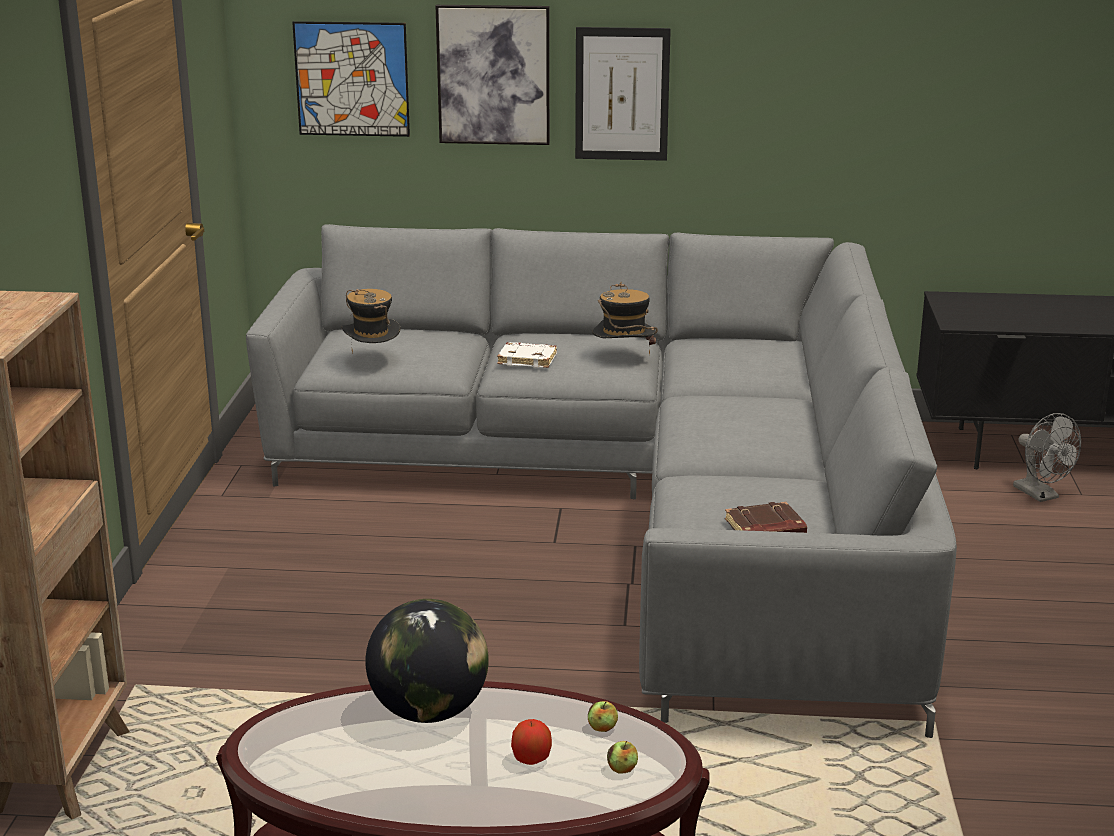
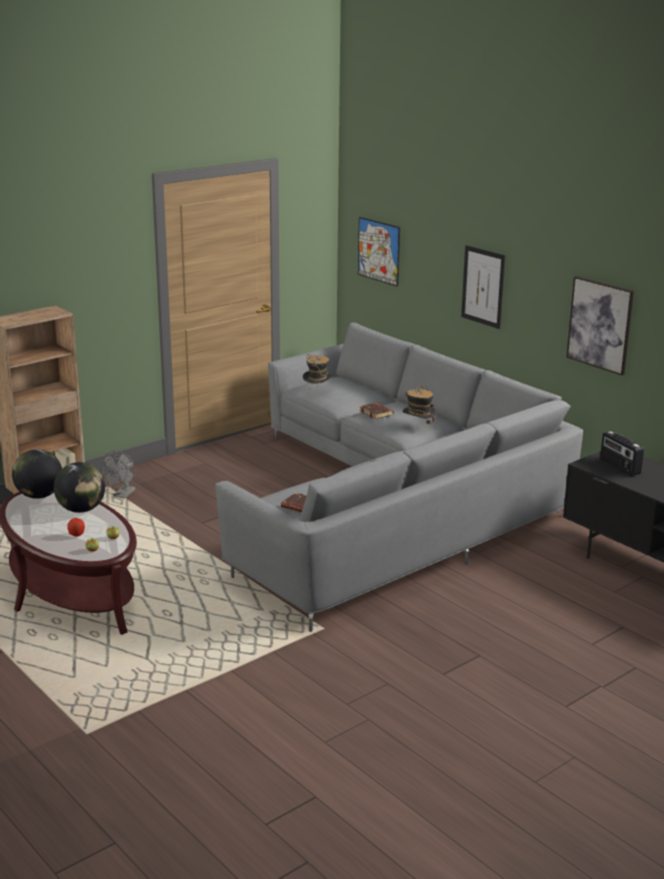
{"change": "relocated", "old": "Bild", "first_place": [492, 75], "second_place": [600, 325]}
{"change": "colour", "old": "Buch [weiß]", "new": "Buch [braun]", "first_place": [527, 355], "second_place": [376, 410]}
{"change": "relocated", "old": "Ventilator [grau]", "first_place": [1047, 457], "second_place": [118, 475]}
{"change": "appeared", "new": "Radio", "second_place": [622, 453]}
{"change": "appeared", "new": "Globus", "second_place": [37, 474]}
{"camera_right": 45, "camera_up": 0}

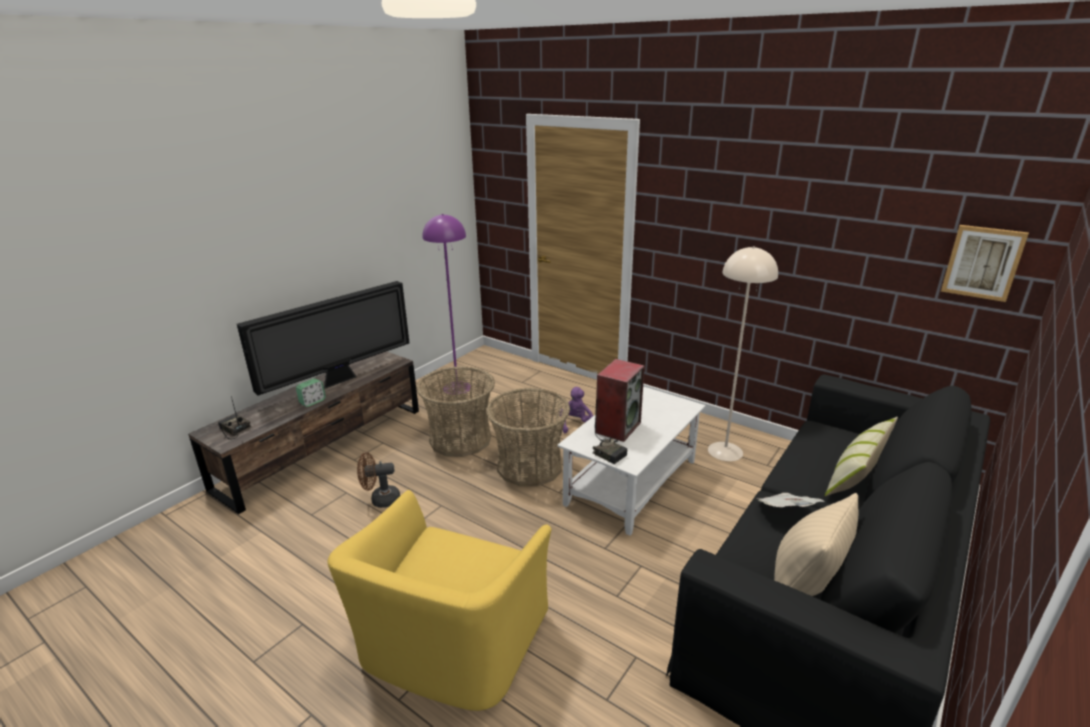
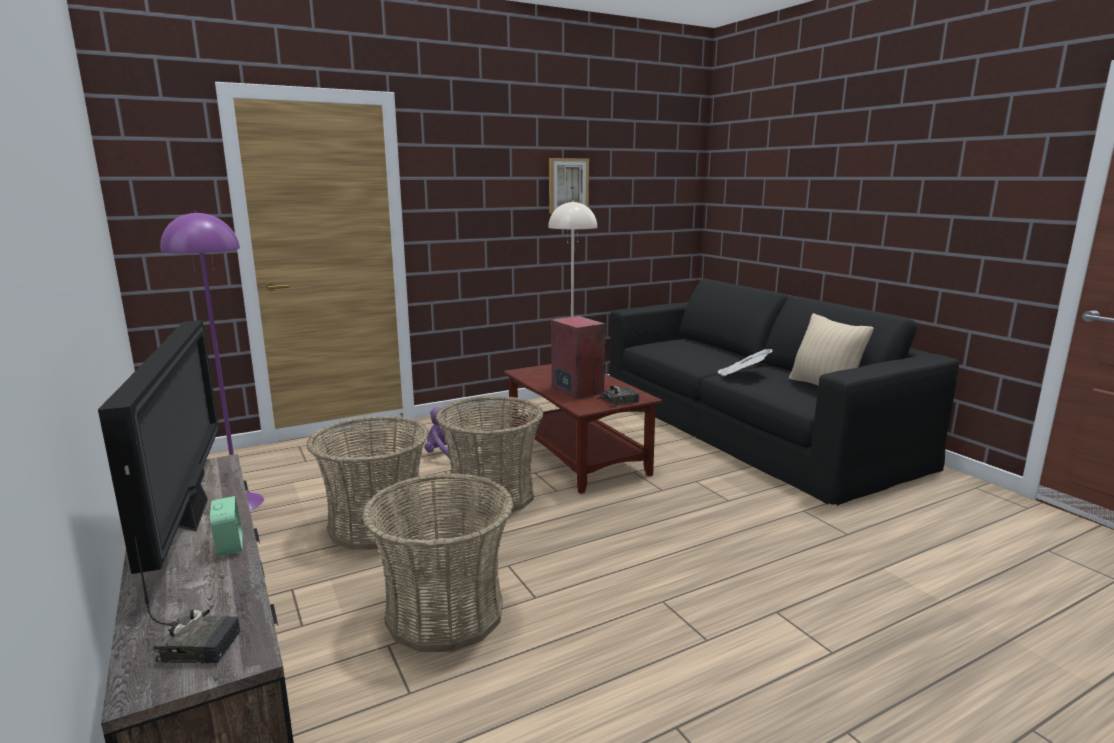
{"change": "relocated", "old": "Bild", "first_place": [985, 263], "second_place": [569, 186]}
{"change": "colour", "old": "Couchtisch [weiß]", "new": "Couchtisch [braun]", "first_place": [631, 461], "second_place": [582, 429]}
{"change": "spun", "old": "Radio", "first_place": [235, 418], "second_place": [187, 600], "degrees": -150}
{"change": "missing", "old": "Kissen", "first_place": [861, 456]}
{"change": "exchanged", "old": "Ventilator [braun]", "new": "Korb", "first_place": [378, 480], "second_place": [438, 562]}
{"change": "missing", "old": "Sessel [gelb]", "first_place": [439, 600]}
{"camera_right": -65, "camera_up": -10}

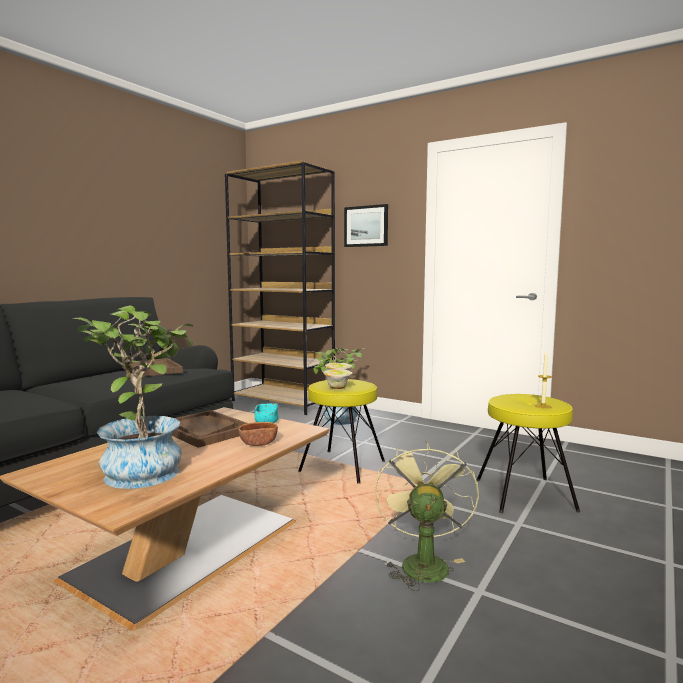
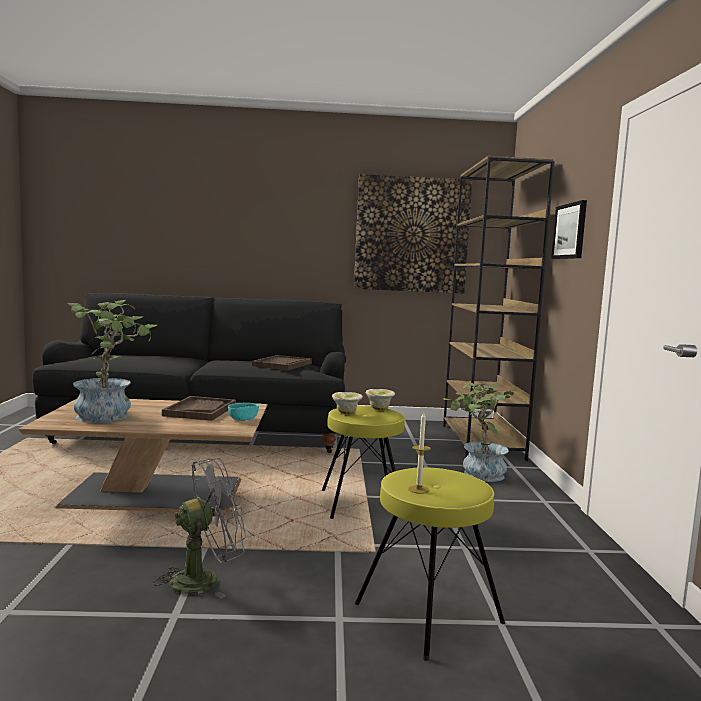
{"change": "missing", "old": "Schüssel [braun]", "first_place": [258, 434]}
{"change": "colour", "old": "Ventilator [grün]", "new": "Ventilator [grau]", "first_place": [426, 515], "second_place": [199, 528]}
{"change": "appeared", "new": "Bild", "second_place": [413, 234]}
{"camera_right": 55, "camera_up": 0}

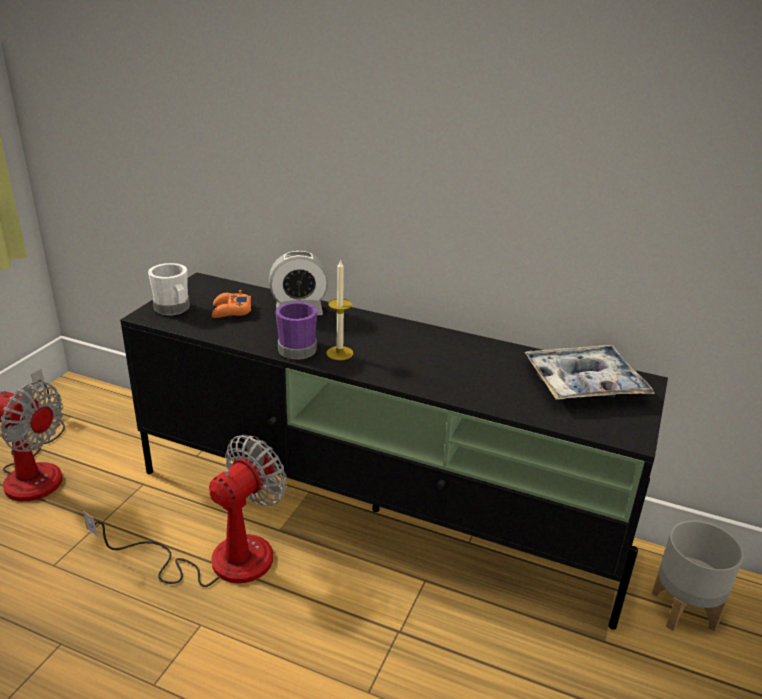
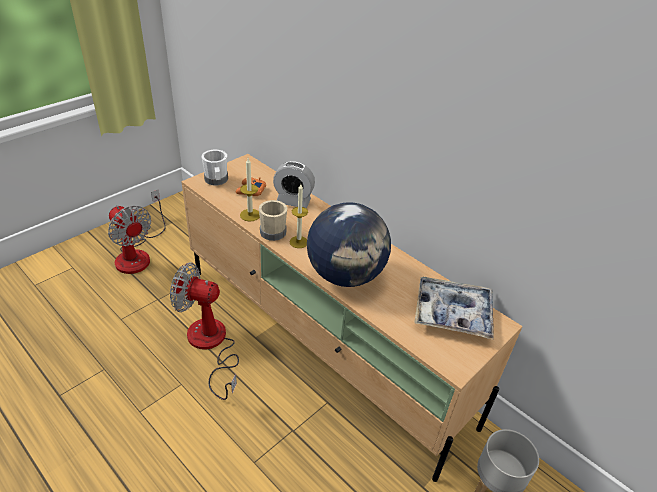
{"change": "colour", "old": "Fernsehschrank [schwarz]", "new": "Fernsehschrank [beige]", "first_place": [394, 451], "second_place": [352, 318]}
{"change": "colour", "old": "Henkelbecher [lila]", "new": "Henkelbecher [beige]", "first_place": [296, 331], "second_place": [273, 220]}
{"change": "spun", "old": "Ventilator", "first_place": [185, 511], "second_place": [204, 331], "degrees": -135}
{"change": "appeared", "new": "Kerze", "second_place": [250, 190]}
{"change": "appeared", "new": "Globus", "second_place": [349, 244]}
{"camera_right": 20, "camera_up": 10}

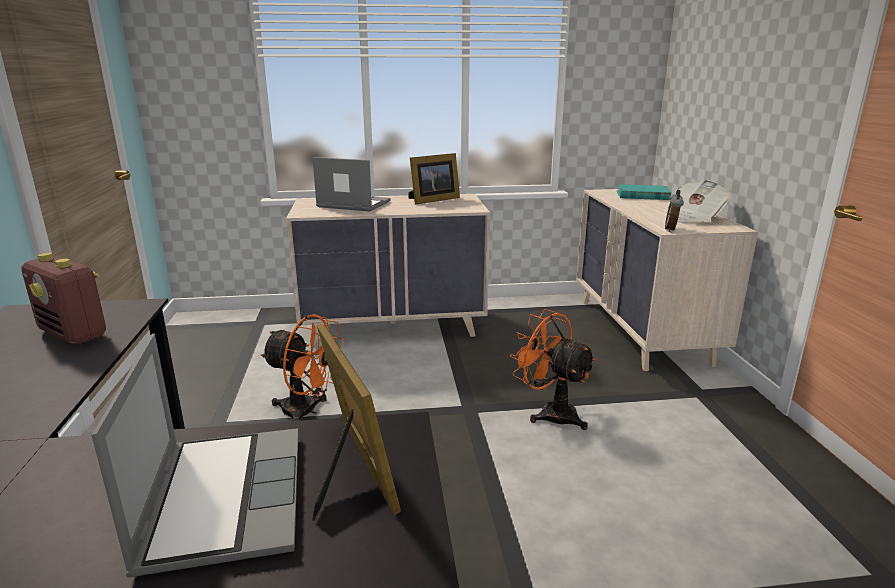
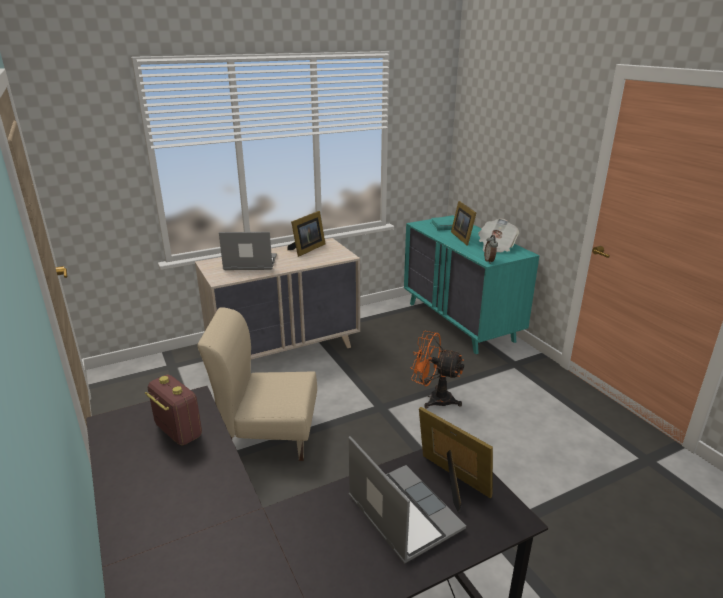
{"change": "colour", "old": "Kommode [beige]", "new": "Kommode [türkis]", "first_place": [667, 280], "second_place": [472, 284]}
{"change": "spun", "old": "Radio", "first_place": [63, 298], "second_place": [173, 410], "degrees": -150}
{"change": "exchanged", "old": "Ventilator [orange]", "new": "Stuhl [beige]", "first_place": [302, 367], "second_place": [257, 384]}
{"change": "appeared", "new": "Bilderrahmen", "second_place": [463, 223]}
{"camera_right": -20, "camera_up": 5}

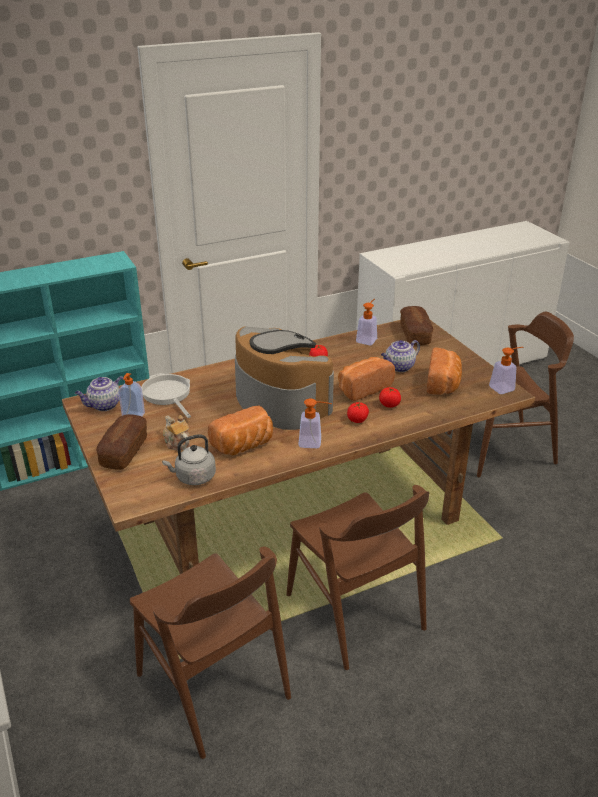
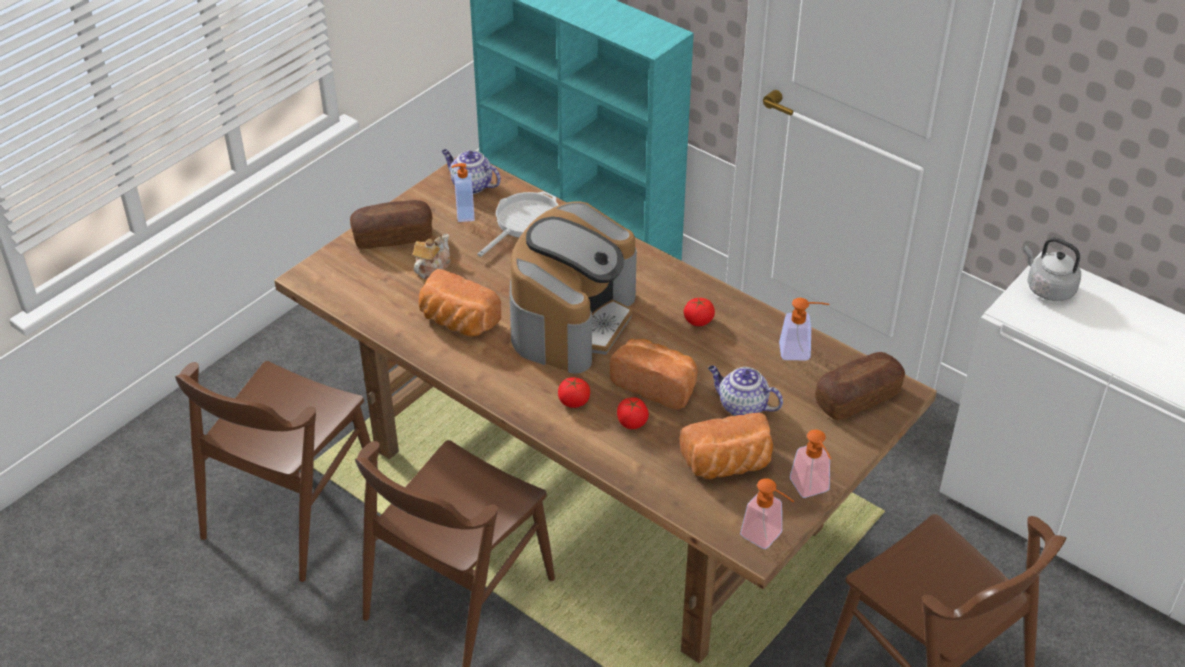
{"change": "relocated", "old": "Seifenspender", "first_place": [315, 423], "second_place": [810, 464]}
{"change": "relocated", "old": "Wasserkessel [grau]", "first_place": [189, 459], "second_place": [1052, 269]}
{"camera_right": 65, "camera_up": 10}

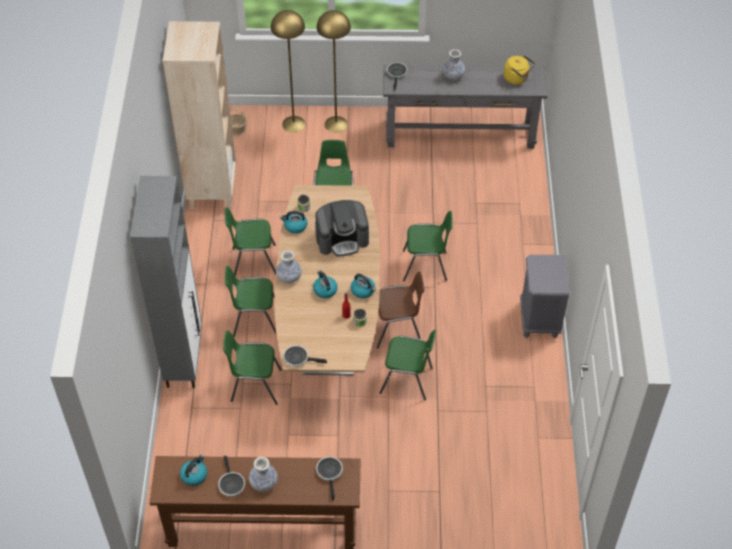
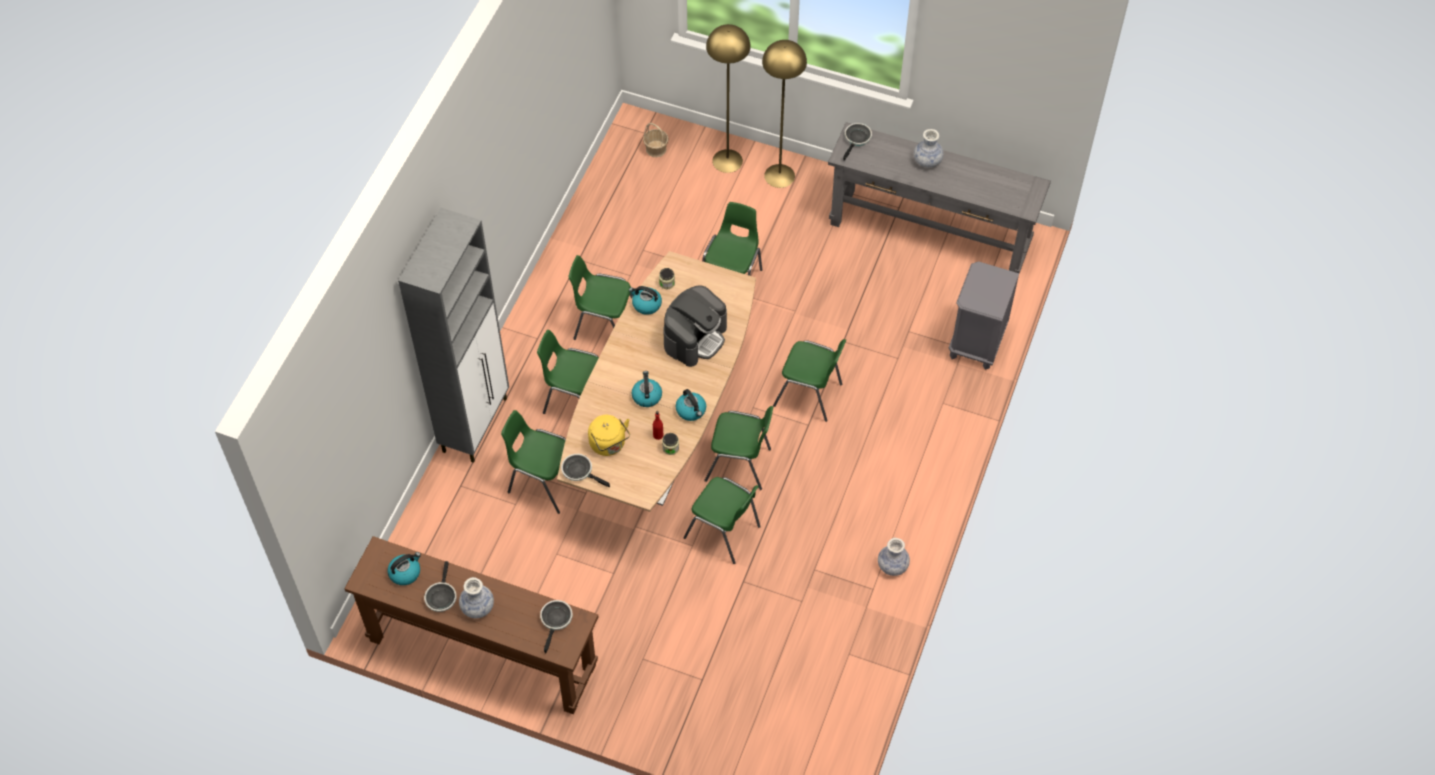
{"change": "missing", "old": "Bücherregal [beige]", "first_place": [199, 115]}
{"change": "relocated", "old": "Wasserkessel [gelb]", "first_place": [519, 70], "second_place": [609, 435]}
{"change": "spun", "old": "Kaffeemaschine", "first_place": [342, 228], "second_place": [695, 326], "degrees": -60}
{"change": "relocated", "old": "Vase", "first_place": [289, 266], "second_place": [894, 556]}
{"change": "relocated", "old": "Nachttisch [grau]", "first_place": [544, 296], "second_place": [984, 315]}
{"change": "colour", "old": "Stuhl [braun]", "new": "Stuhl [grün]", "first_place": [401, 310], "second_place": [738, 448]}
{"camera_right": 20, "camera_up": 5}

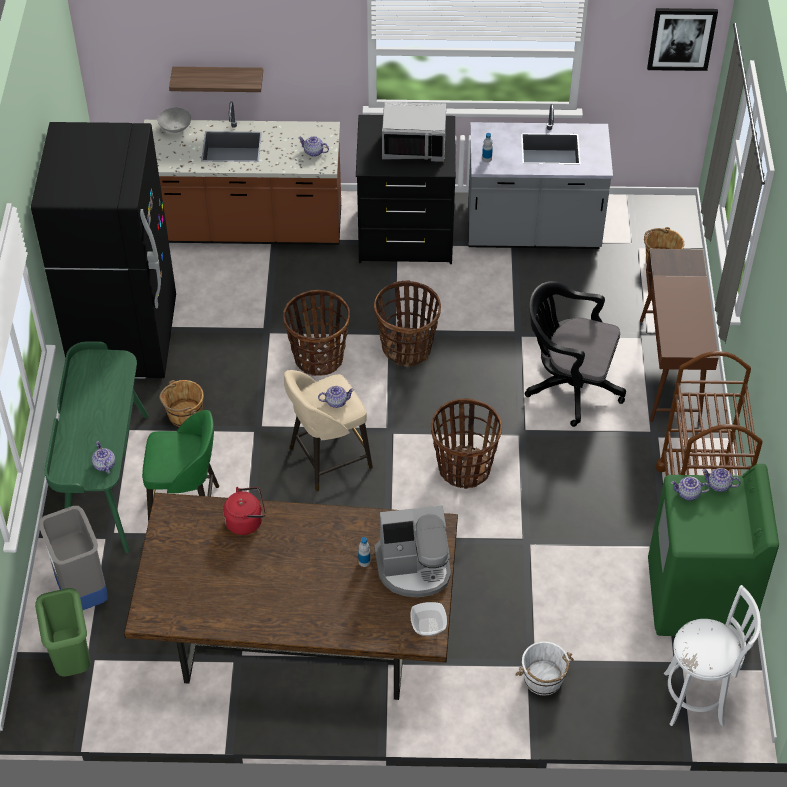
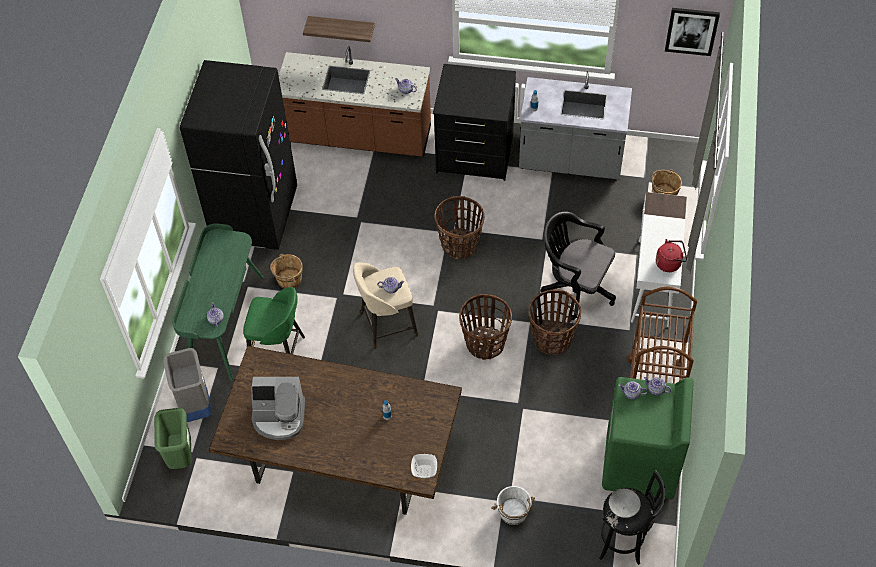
{"change": "missing", "old": "Mikrowelle [grau]", "first_place": [414, 131]}
{"change": "relocated", "old": "Schüssel [grau]", "first_place": [174, 120], "second_place": [625, 503]}
{"change": "colour", "old": "Schreibtisch [braun]", "new": "Schreibtisch [weiß]", "first_place": [679, 336], "second_place": [659, 259]}
{"change": "relocated", "old": "Korb", "first_place": [316, 333], "second_place": [555, 322]}
{"change": "relocated", "old": "Wasserkessel [rot]", "first_place": [244, 511], "second_place": [671, 255]}
{"change": "relocated", "old": "Kaffeemaschine", "first_place": [412, 551], "second_place": [278, 408]}
{"change": "colour", "old": "Hocker [weiß]", "new": "Hocker [schwarz]", "first_place": [712, 655], "second_place": [632, 517]}
{"camera_right": 10, "camera_up": 5}

